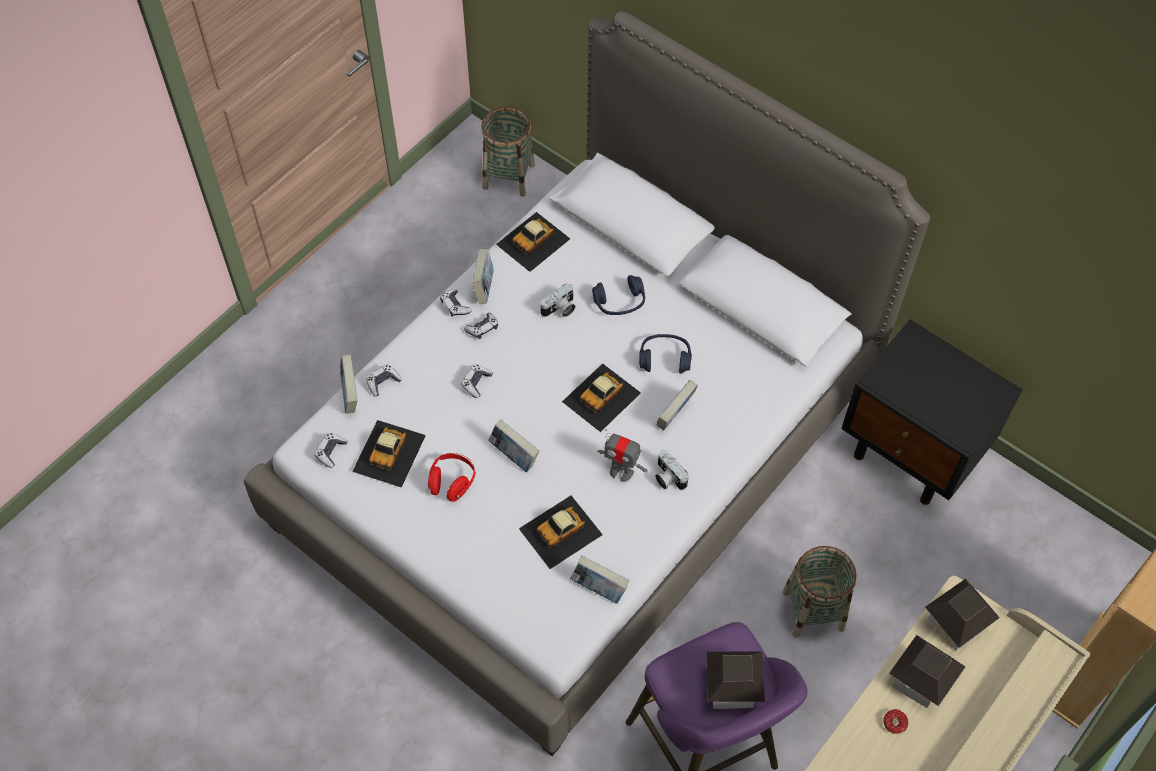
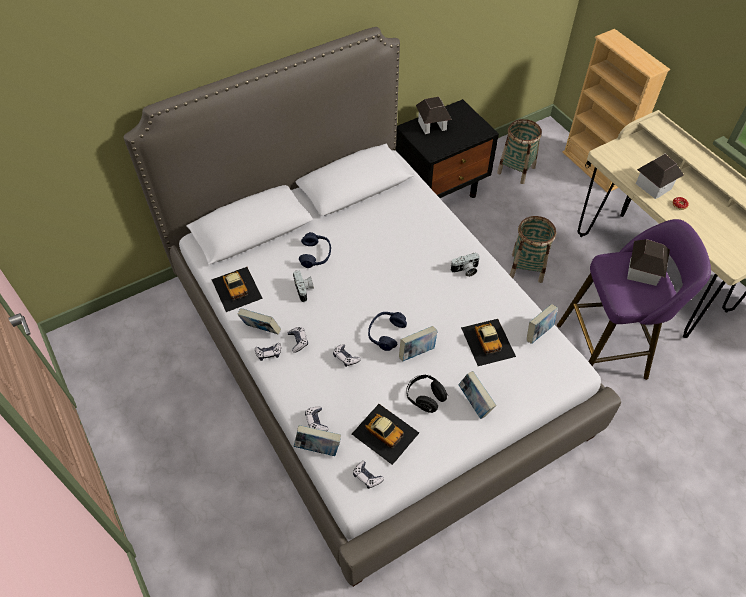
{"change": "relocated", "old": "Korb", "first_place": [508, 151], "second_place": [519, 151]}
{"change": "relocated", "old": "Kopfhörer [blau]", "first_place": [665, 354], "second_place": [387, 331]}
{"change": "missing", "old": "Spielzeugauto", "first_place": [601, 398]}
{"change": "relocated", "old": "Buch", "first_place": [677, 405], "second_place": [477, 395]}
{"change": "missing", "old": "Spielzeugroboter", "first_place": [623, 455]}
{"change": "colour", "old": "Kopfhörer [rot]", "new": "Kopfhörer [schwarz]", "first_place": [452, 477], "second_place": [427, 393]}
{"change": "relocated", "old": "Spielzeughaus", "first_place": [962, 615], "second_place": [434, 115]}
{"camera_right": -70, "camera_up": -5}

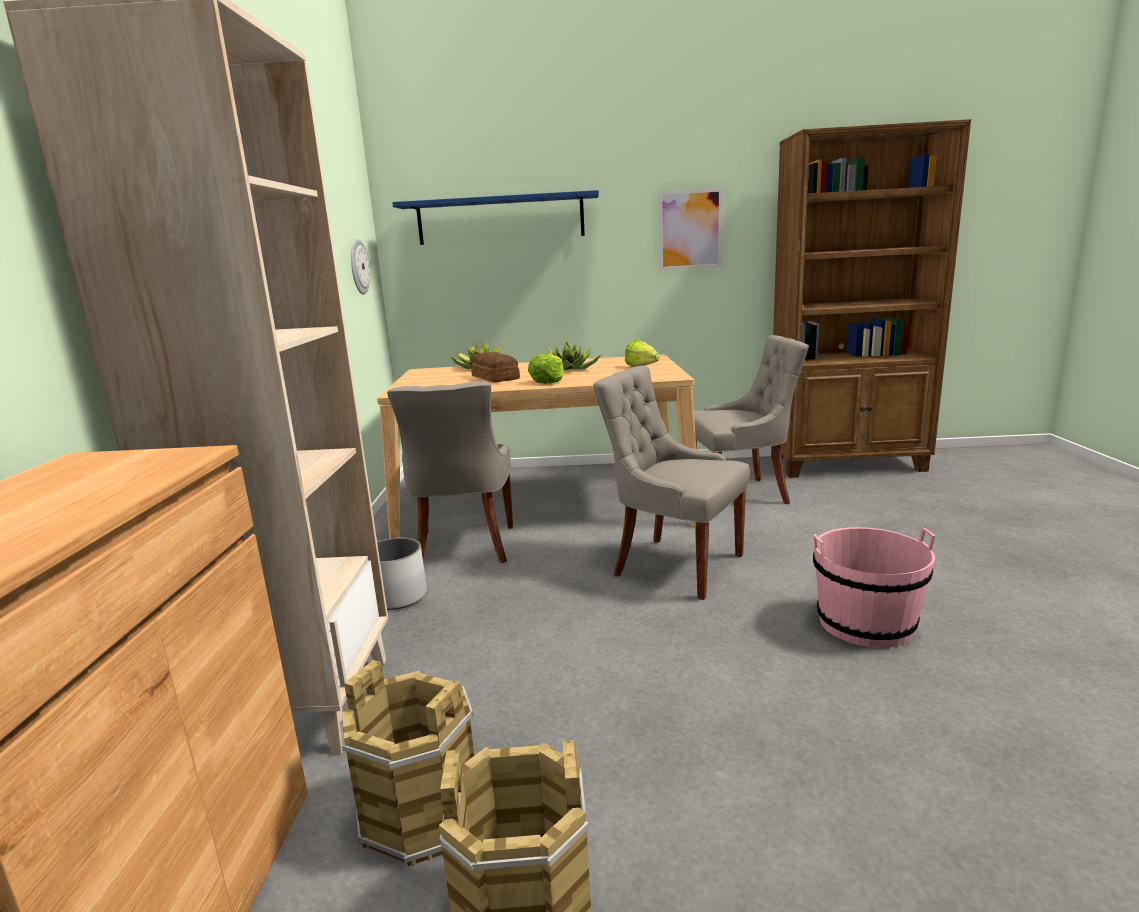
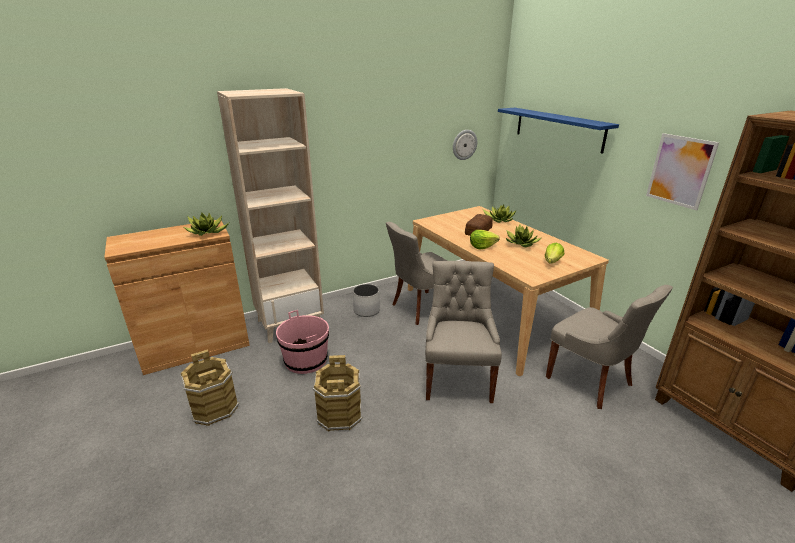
{"change": "relocated", "old": "Eimer [rosa]", "first_place": [874, 587], "second_place": [302, 342]}
{"change": "relocated", "old": "Eimer [braun]", "first_place": [407, 763], "second_place": [337, 393]}
{"change": "appeared", "new": "Topfpflanze", "second_place": [206, 224]}
{"camera_right": 60, "camera_up": 10}

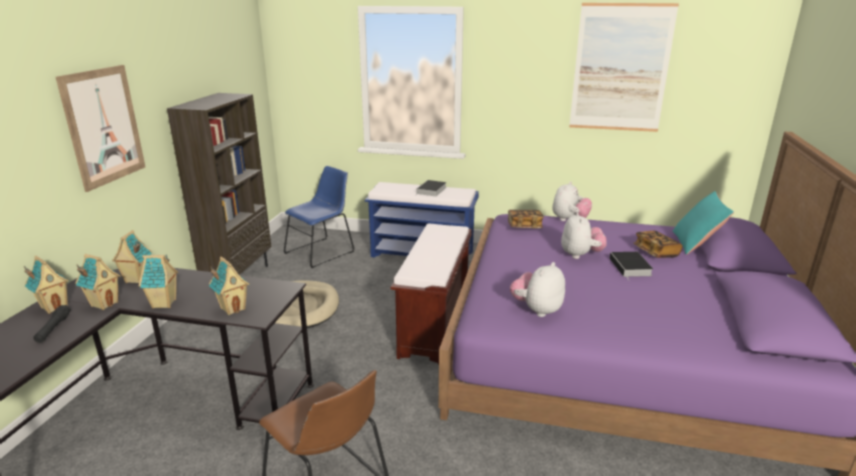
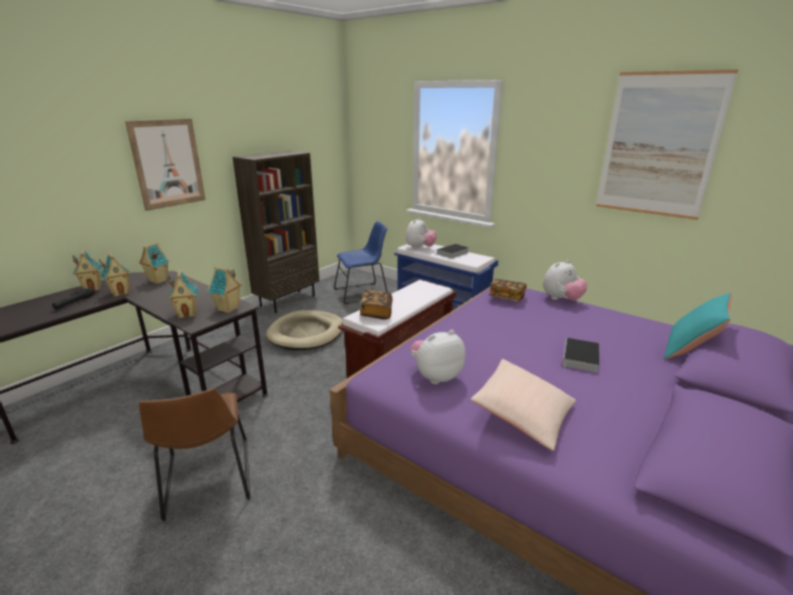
{"change": "relocated", "old": "Plüschtier", "first_place": [584, 235], "second_place": [421, 233]}
{"change": "relocated", "old": "Buch", "first_place": [658, 244], "second_place": [376, 304]}
{"change": "relocated", "old": "Spielzeughaus", "first_place": [158, 281], "second_place": [224, 290]}
{"change": "appeared", "new": "Kissen [beige]", "second_place": [523, 405]}
{"camera_right": 25, "camera_up": 0}

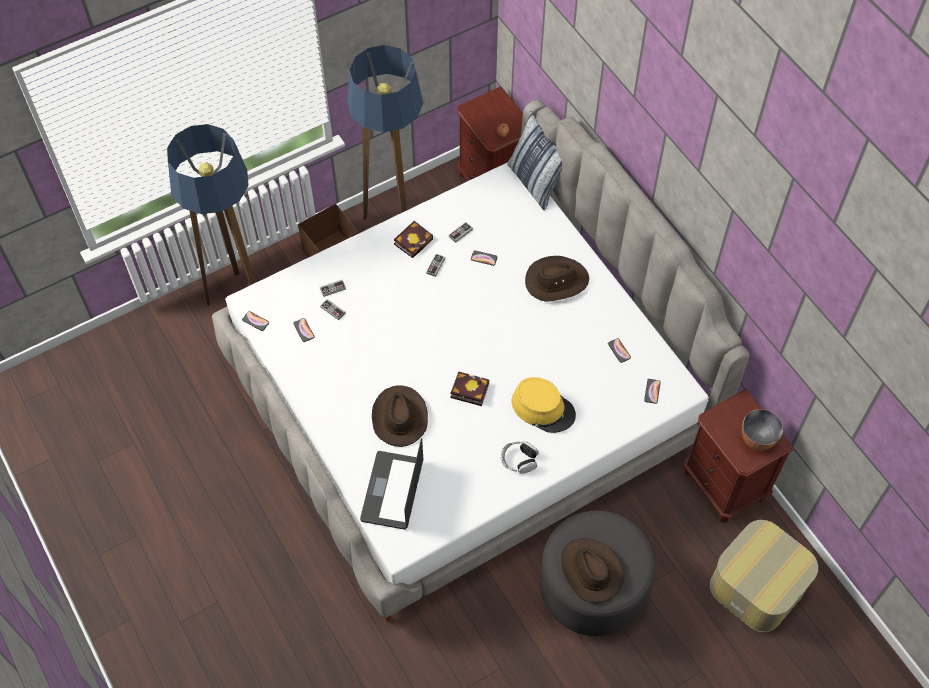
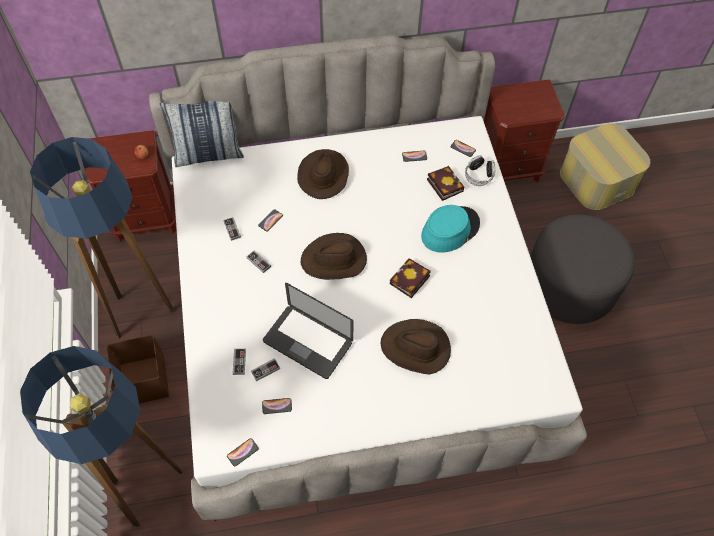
{"change": "relocated", "old": "Buch", "first_place": [413, 239], "second_place": [445, 183]}
{"change": "colour", "old": "Hut [gelb]", "new": "Hut [türkis]", "first_place": [544, 405], "second_place": [450, 229]}
{"change": "missing", "old": "Schüssel", "first_place": [762, 430]}
{"change": "relocated", "old": "Laptop", "first_place": [391, 483], "second_place": [308, 331]}
{"change": "relocated", "old": "Kopfhörer", "first_place": [520, 457], "second_place": [480, 170]}
{"change": "relocated", "old": "Hut [braun]", "first_place": [593, 570], "second_place": [333, 256]}
{"camera_right": -70, "camera_up": 0}

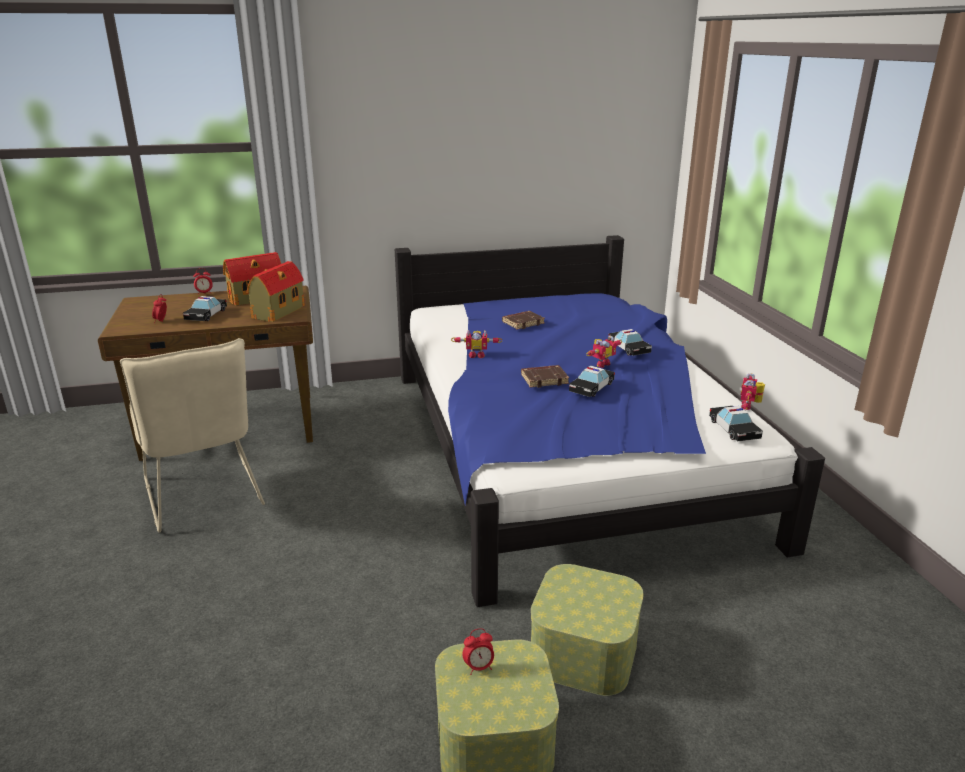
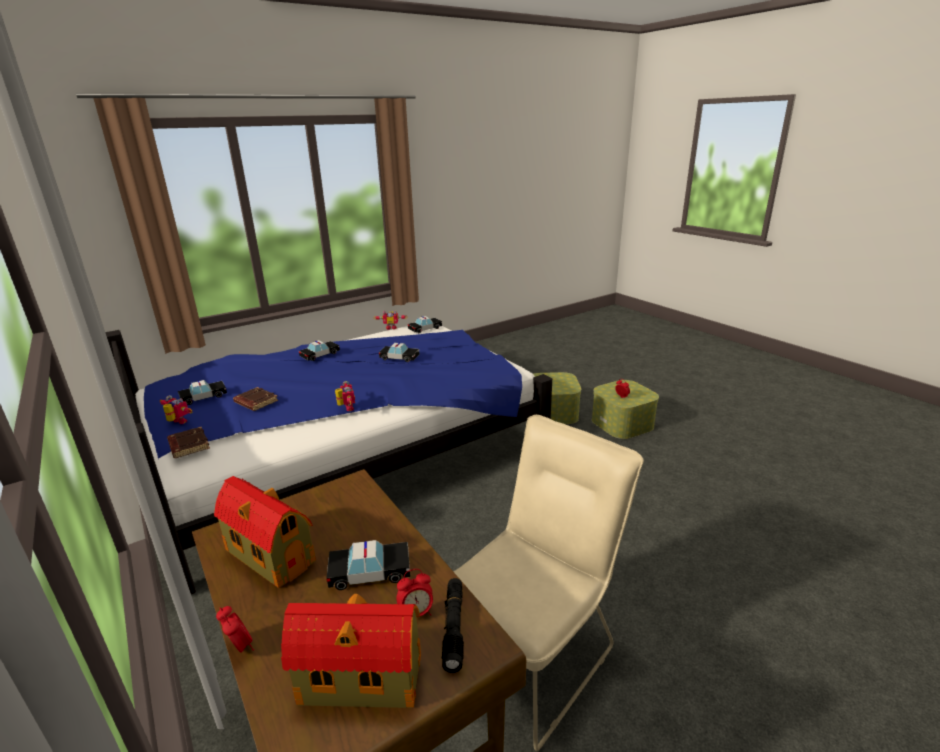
{"change": "relocated", "old": "Spielzeughaus", "first_place": [276, 291], "second_place": [351, 651]}
{"change": "relocated", "old": "Spielzeugroboter", "first_place": [604, 351], "second_place": [176, 409]}
{"change": "relocated", "old": "Buch [braun]", "first_place": [545, 376], "second_place": [188, 442]}
{"change": "appeared", "new": "Spielzeugauto", "second_place": [202, 392]}
{"change": "appeared", "new": "Taschenlampe [schwarz]", "second_place": [453, 625]}
{"camera_right": -110, "camera_up": 0}

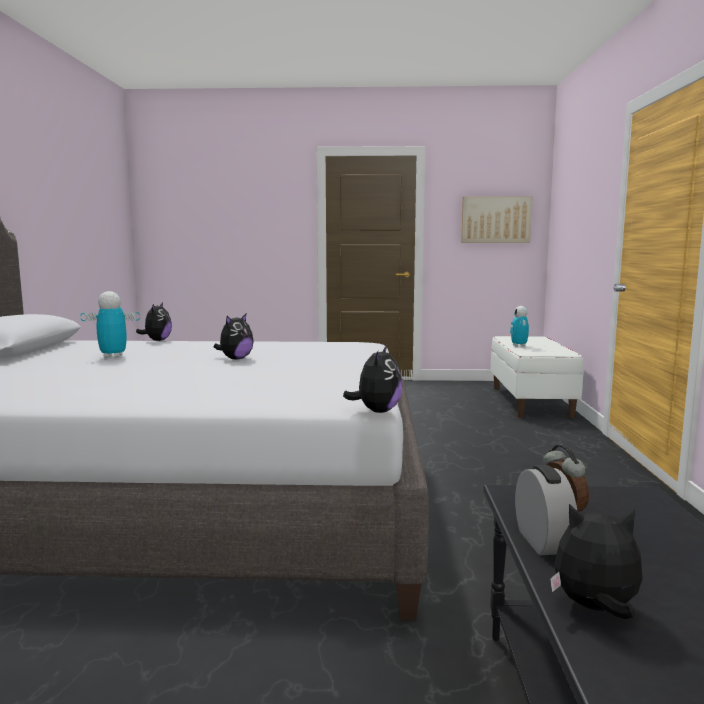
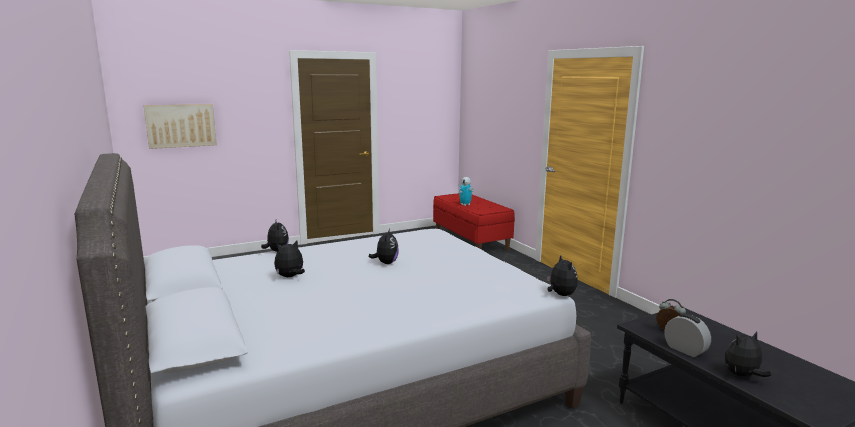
{"change": "relocated", "old": "Bild", "first_place": [496, 219], "second_place": [180, 126]}
{"change": "exchanged", "old": "Spielzeugroboter", "new": "Plüschtier", "first_place": [110, 324], "second_place": [289, 259]}
{"change": "colour", "old": "Bank [weiß]", "new": "Bank [rot]", "first_place": [537, 377], "second_place": [474, 222]}
{"camera_right": -30, "camera_up": 5}

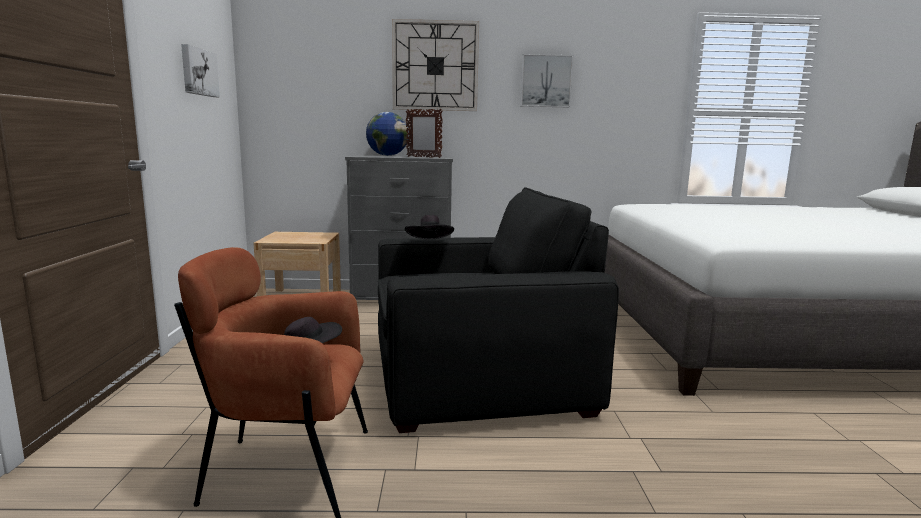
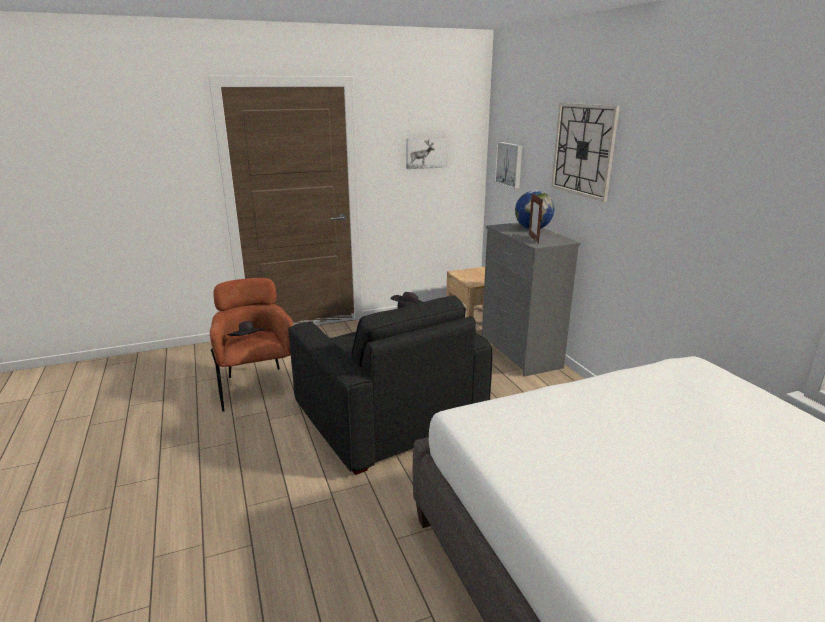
{"change": "relocated", "old": "Bild", "first_place": [546, 80], "second_place": [509, 165]}
{"camera_right": 70, "camera_up": 10}

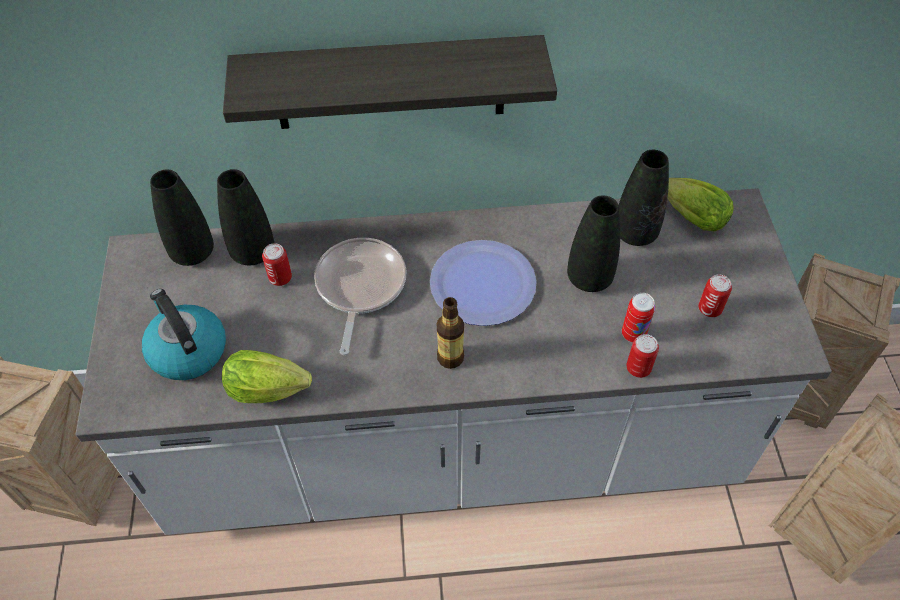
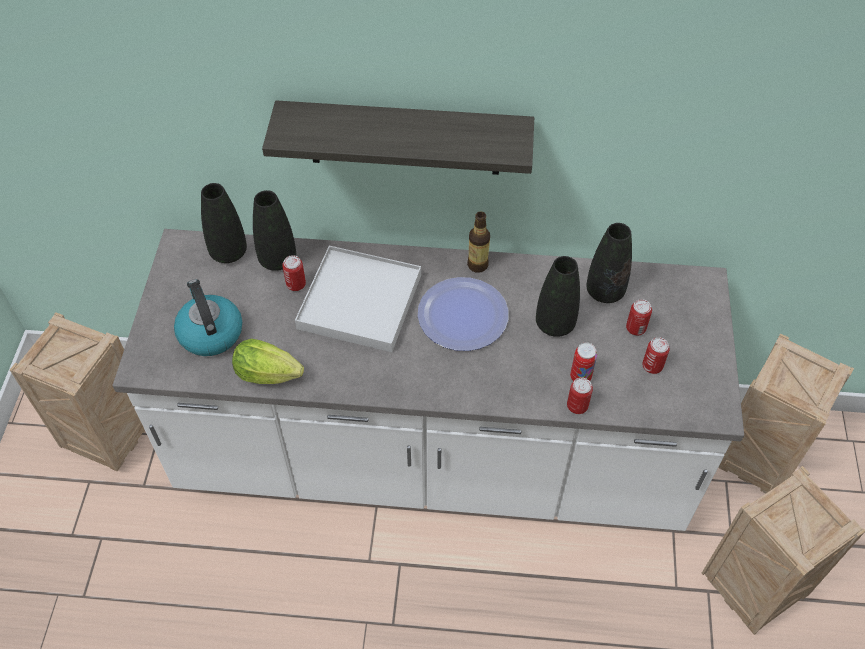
{"change": "missing", "old": "Salatkopf", "first_place": [701, 204]}
{"change": "exchanged", "old": "Pfanne", "new": "Tablett [weiß]", "first_place": [360, 296], "second_place": [358, 298]}
{"change": "relocated", "old": "Flasche", "first_place": [450, 333], "second_place": [478, 242]}
{"change": "appeared", "new": "Dose", "second_place": [639, 317]}
{"camera_right": 10, "camera_up": 0}

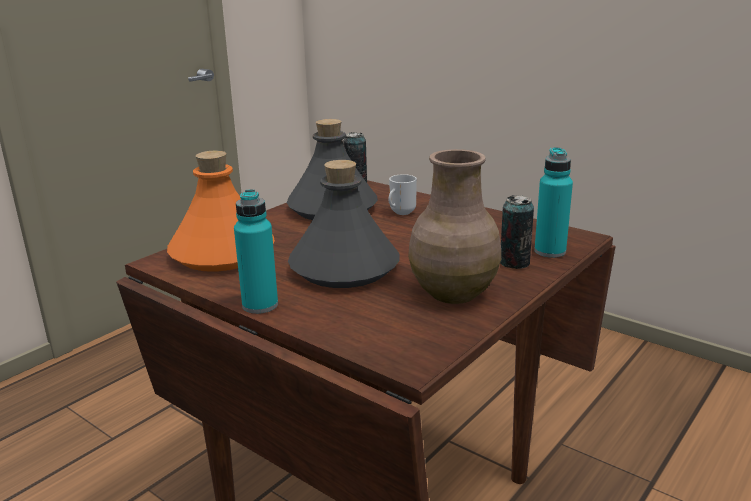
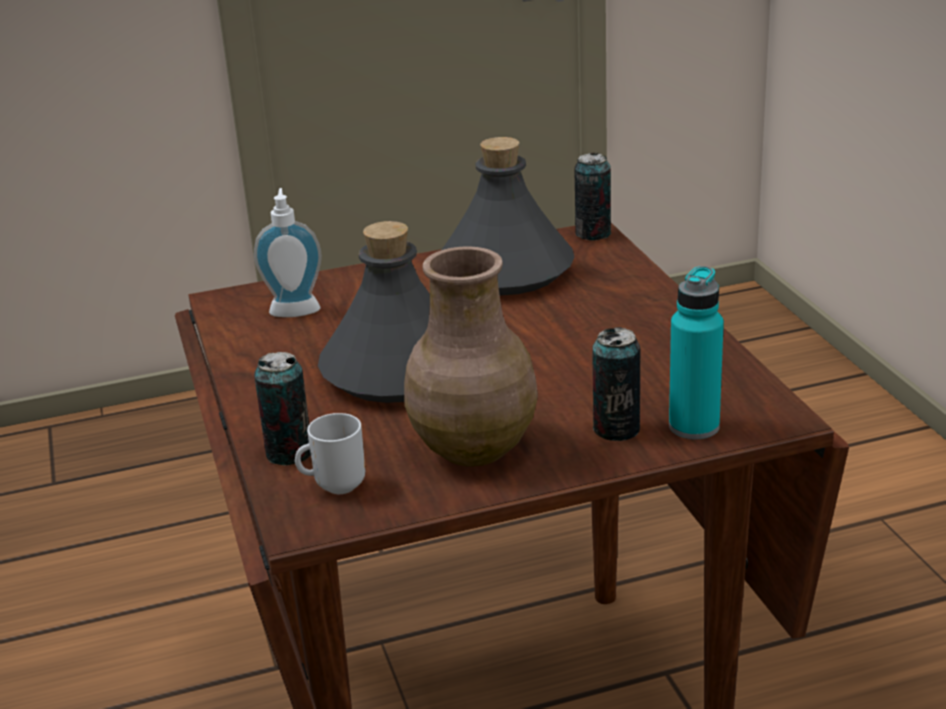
{"change": "exchanged", "old": "Flasche [orange]", "new": "Seifenspender", "first_place": [221, 211], "second_place": [288, 252]}
{"change": "relocated", "old": "Henkelbecher", "first_place": [403, 194], "second_place": [330, 453]}
{"change": "missing", "old": "Flasche [türkis]", "first_place": [256, 251]}
{"change": "appeared", "new": "Dose", "second_place": [282, 408]}
{"camera_right": 35, "camera_up": 5}

